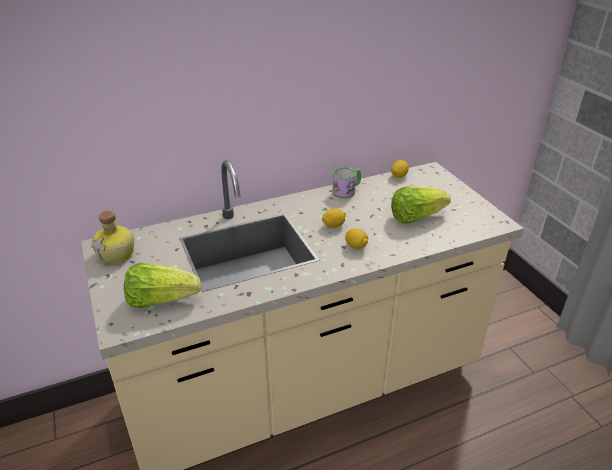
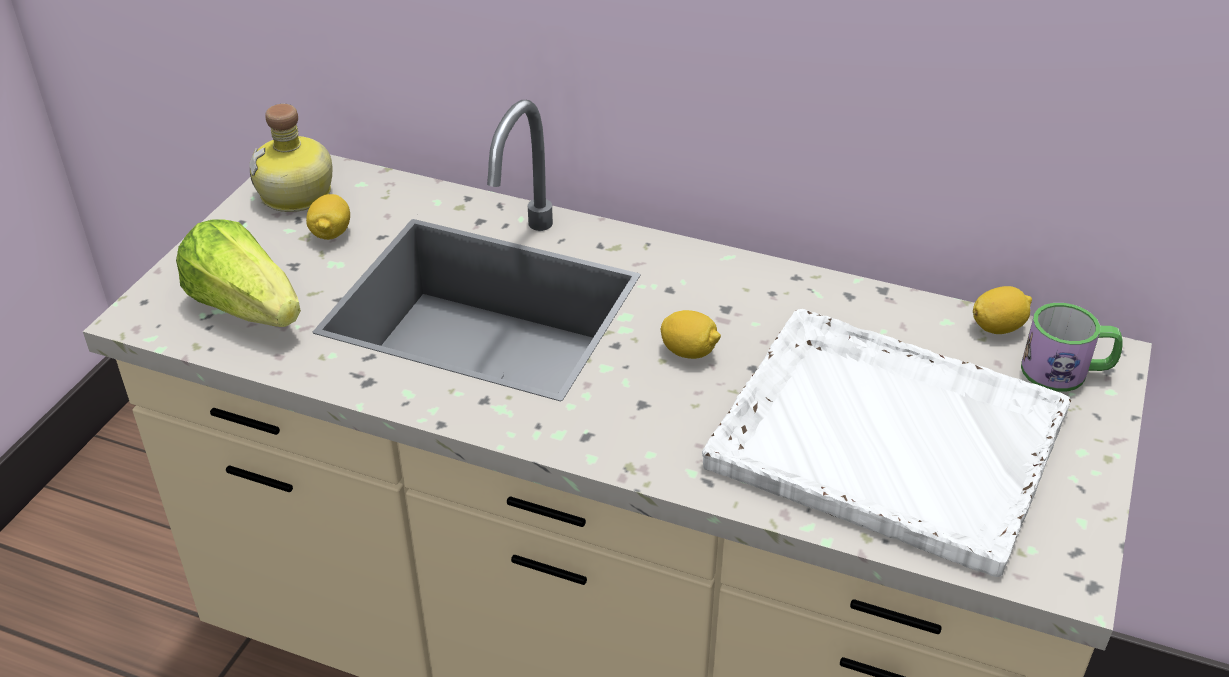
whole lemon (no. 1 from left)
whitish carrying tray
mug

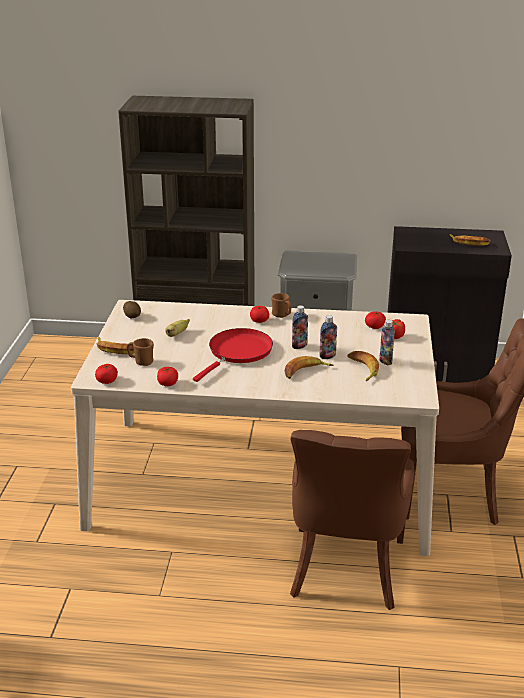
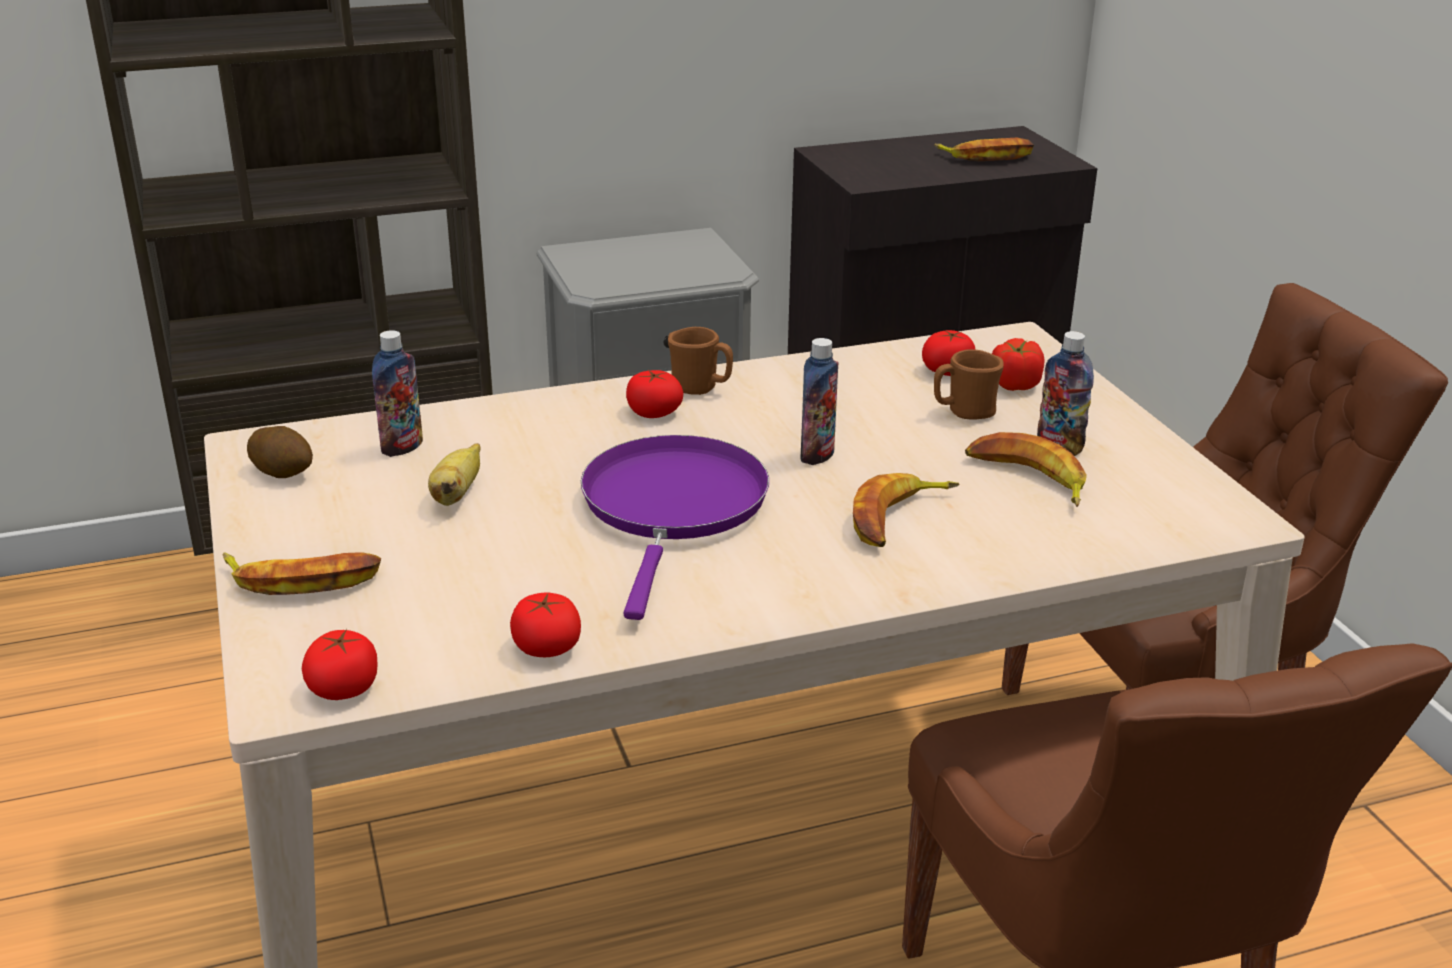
drink bottle (no. 1 from left)
purple-coloured frying pan
brown-coloured mug (no. 2 from left)

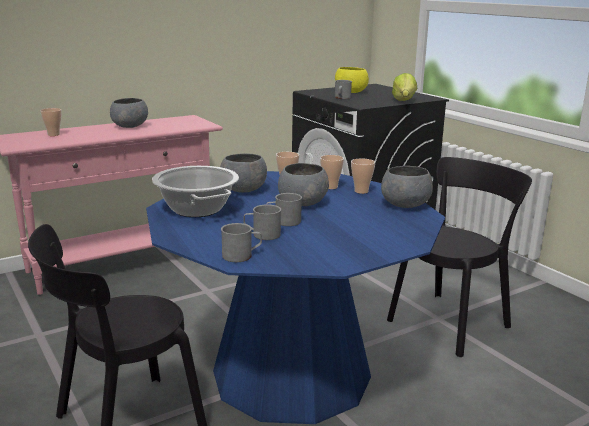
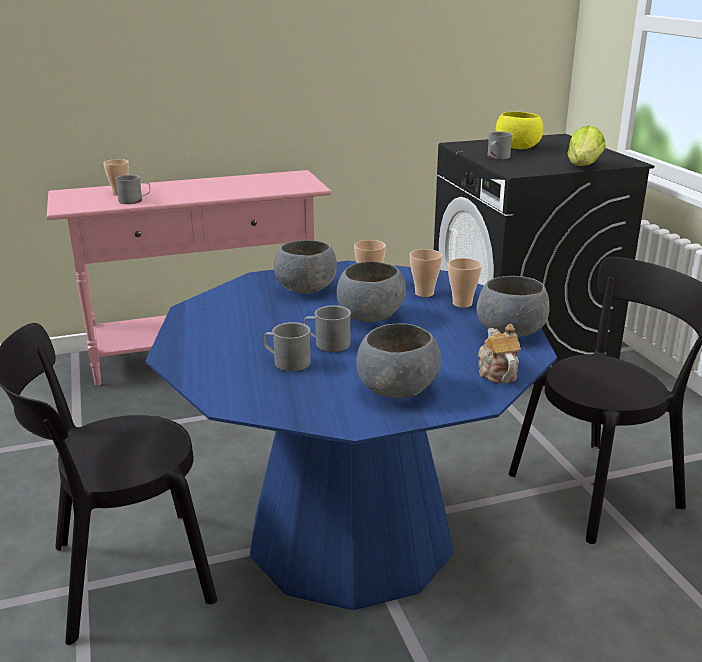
greyish mug (no. 1 from left)
greyish serving bowl (no. 3 from left)
pot for tea
saucepot

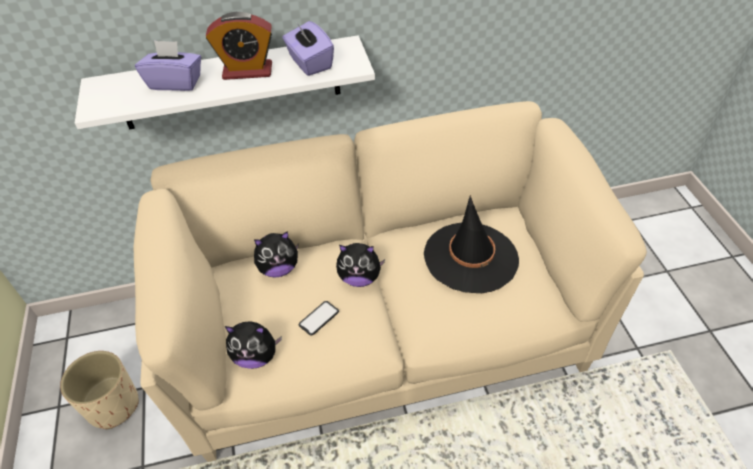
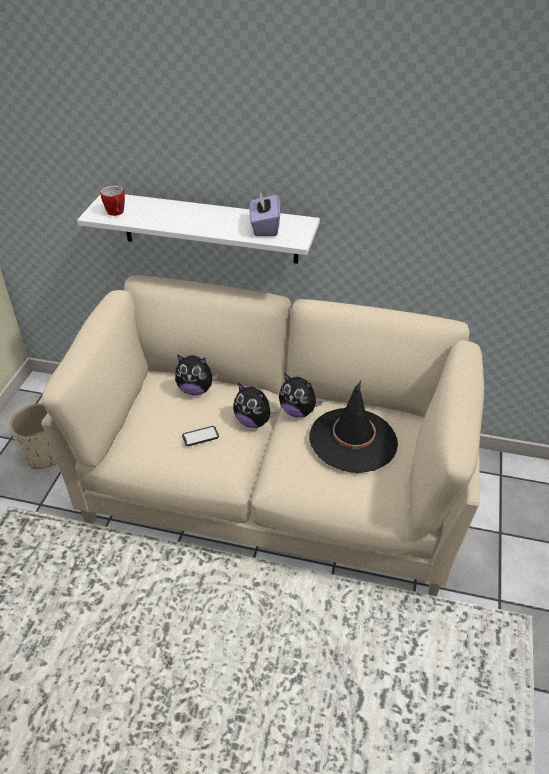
mug
cuddly toy (no. 3 from left)
purple-coloured tissue box (no. 1 from left in the first image)
table clock

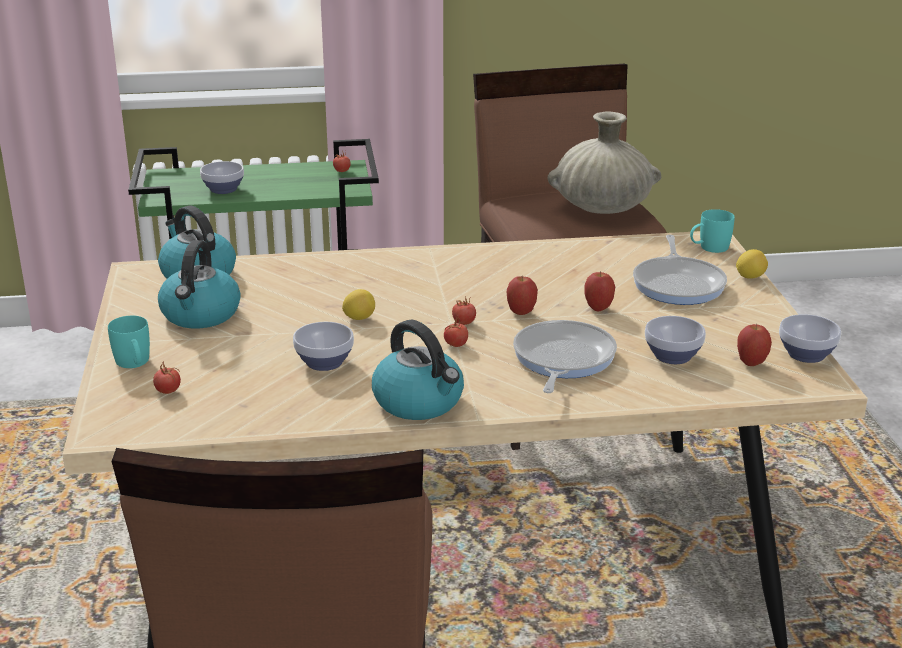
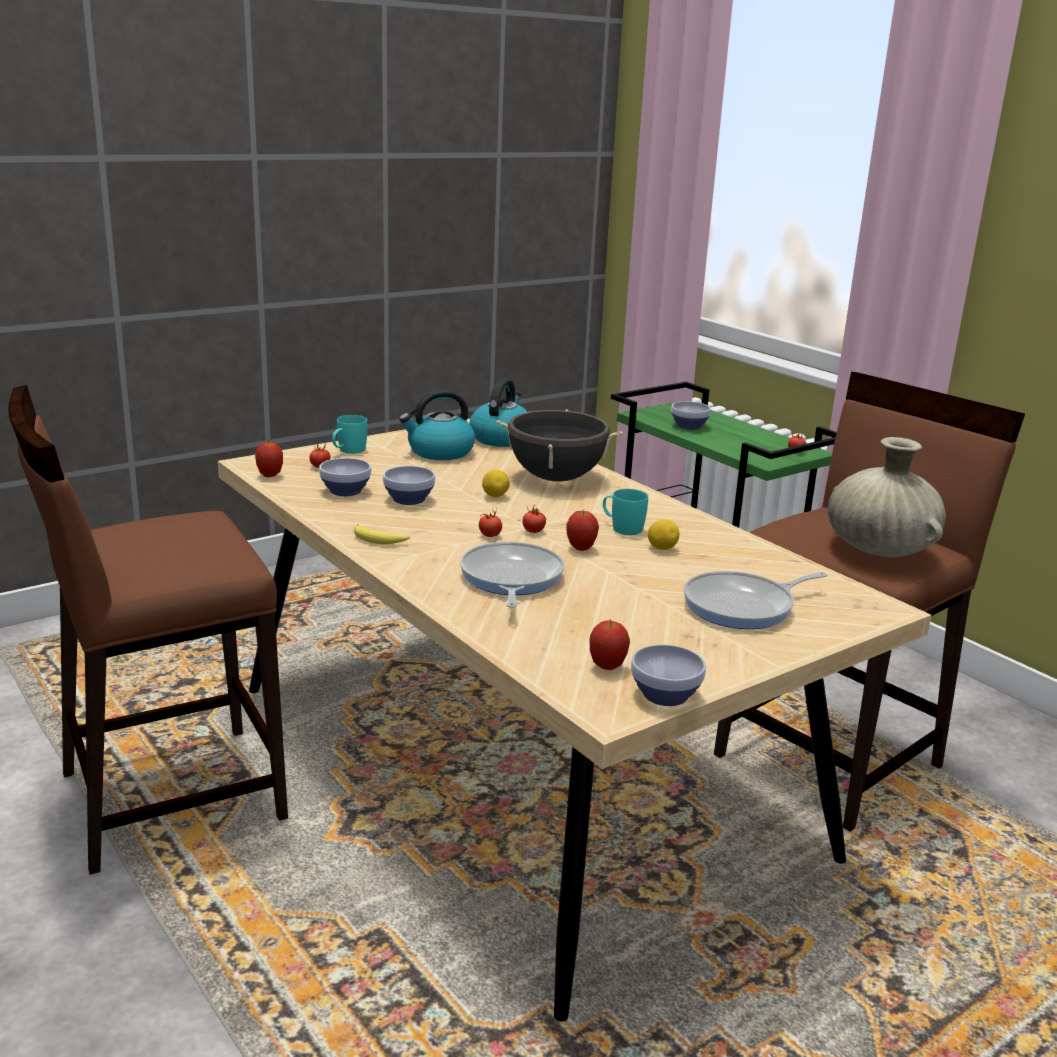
apple (no. 1 from left)
serving bowl (no. 1 from left)
banana
frying pan (no. 1 from left)
black saucepot
turquoise mug (no. 2 from left)
whole lemon (no. 2 from left)

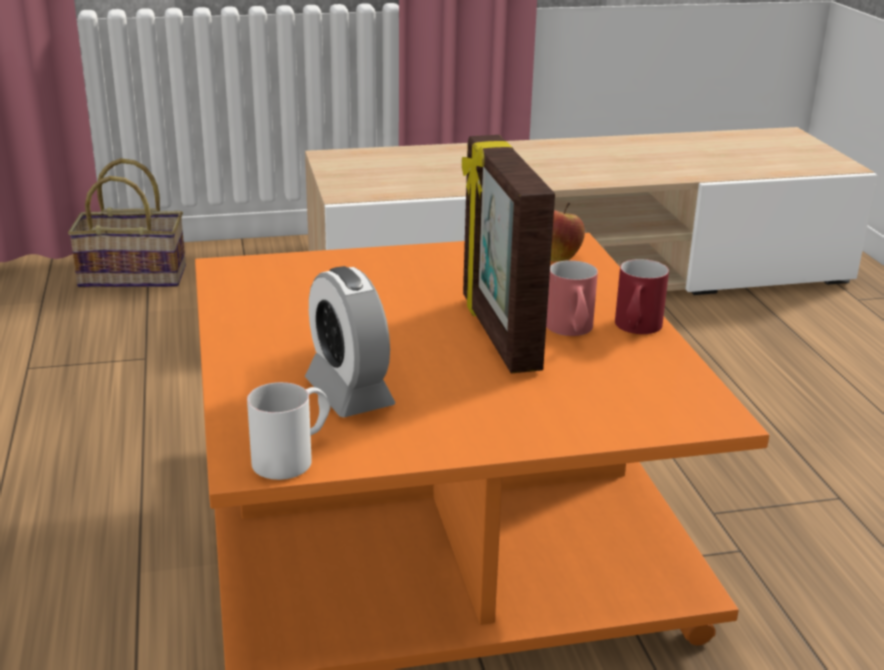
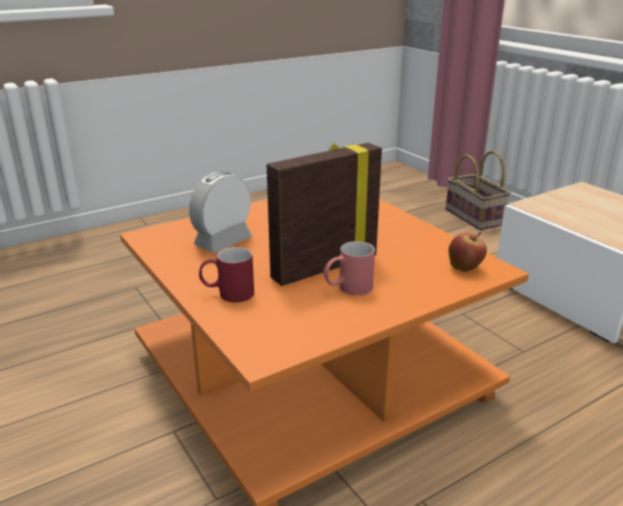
red mug (no. 1 from left)
whitish mug

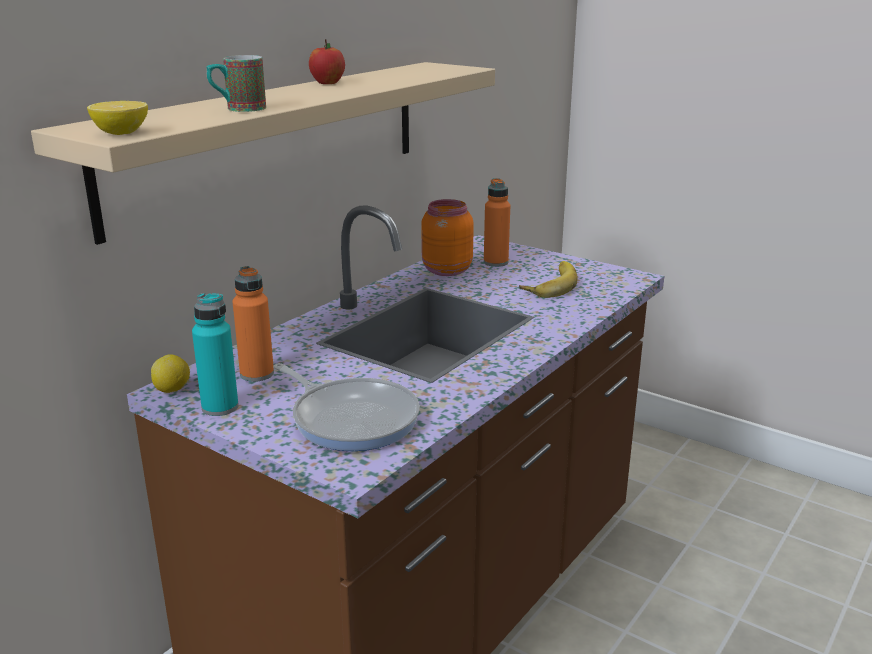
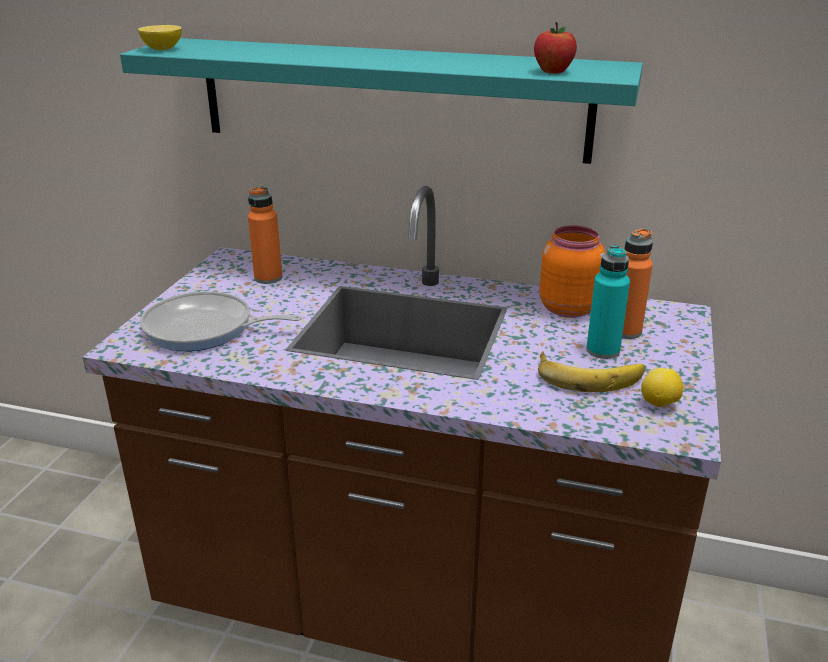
turquoise wall shelf
frying pan
apple
turquoise drink bottle
whole lemon (no. 2 from left)
mug

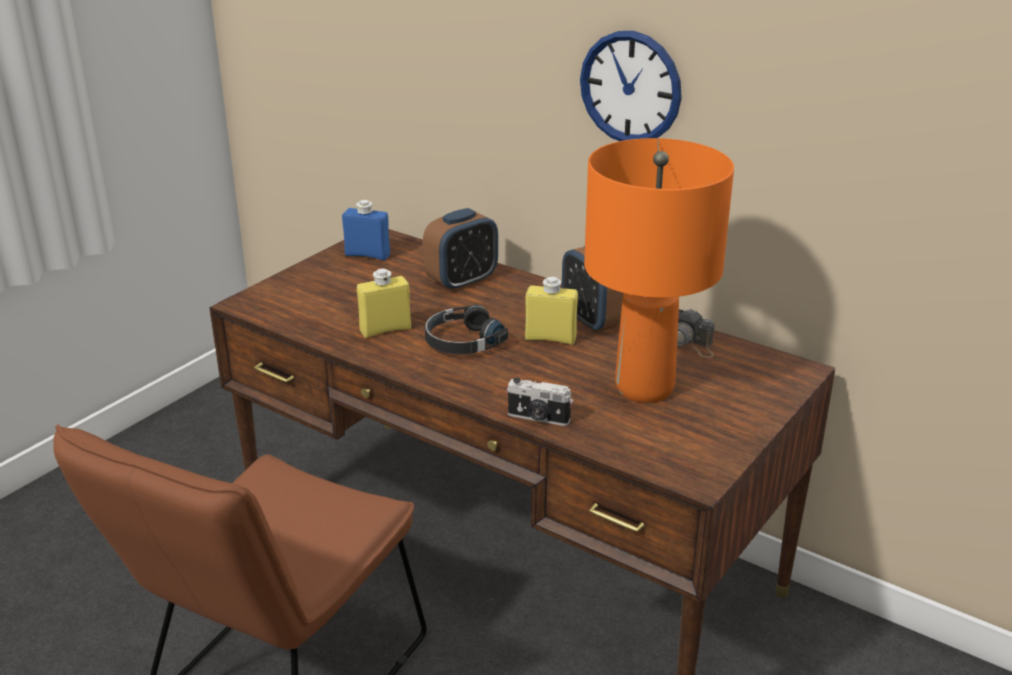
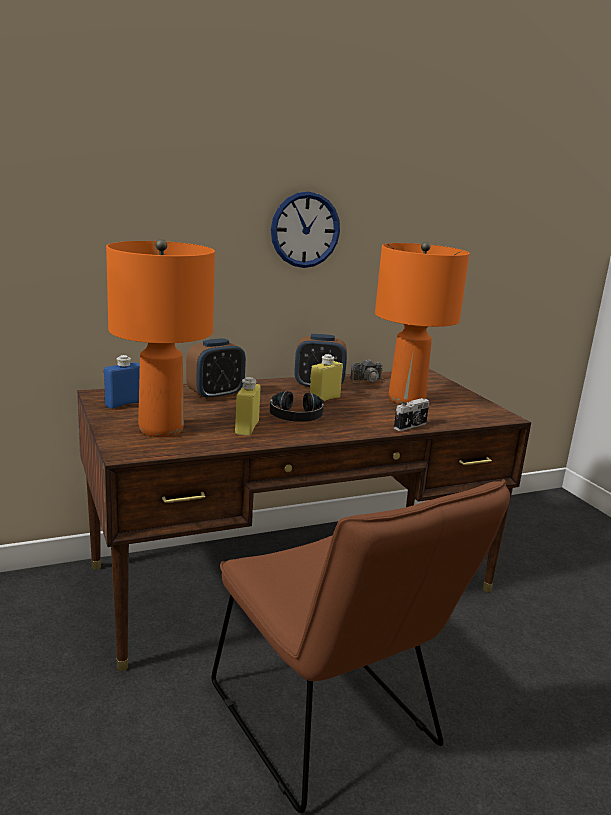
orange tabletop lamp (no. 1 from left)
table clock (no. 1 from left)

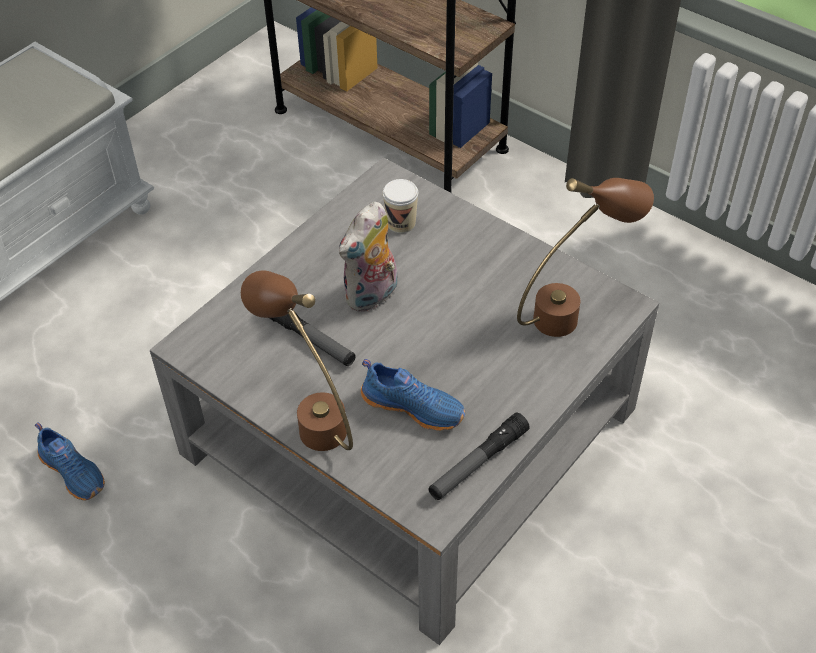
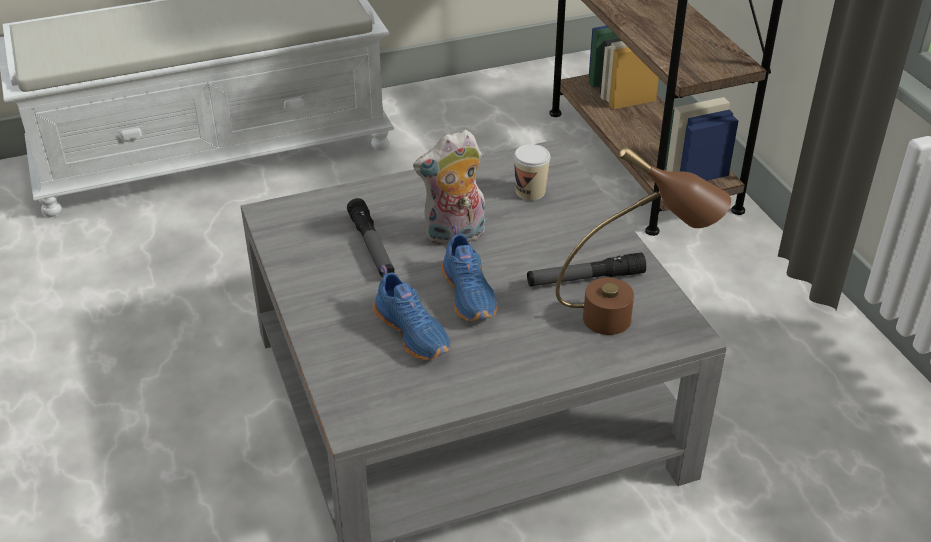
bluish item of footwear (no. 2 from left)
flashlight (no. 2 from left)
brown-coloured tabletop lamp (no. 1 from left in the first image)

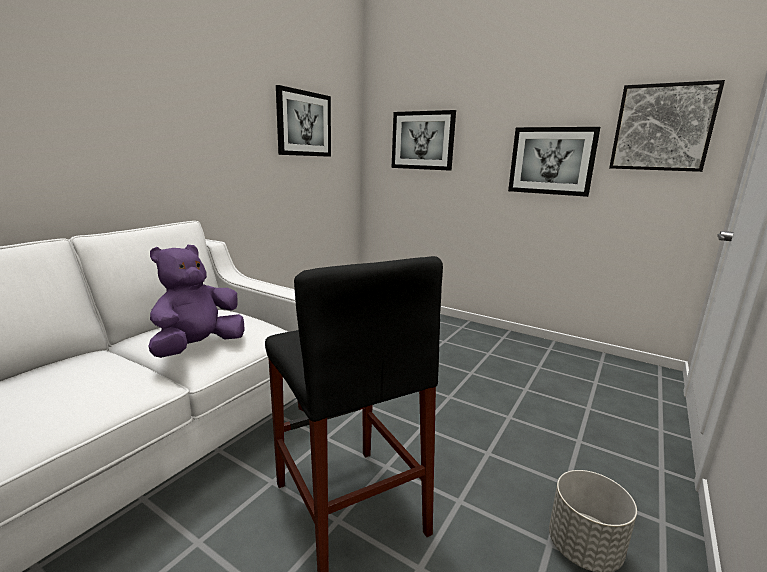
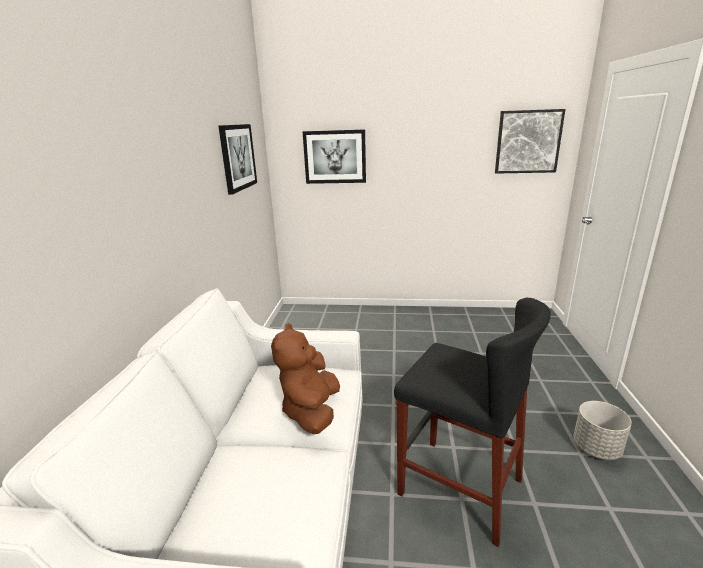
brown-coloured cuddly toy
wall art (no. 3 from left in the first image)

